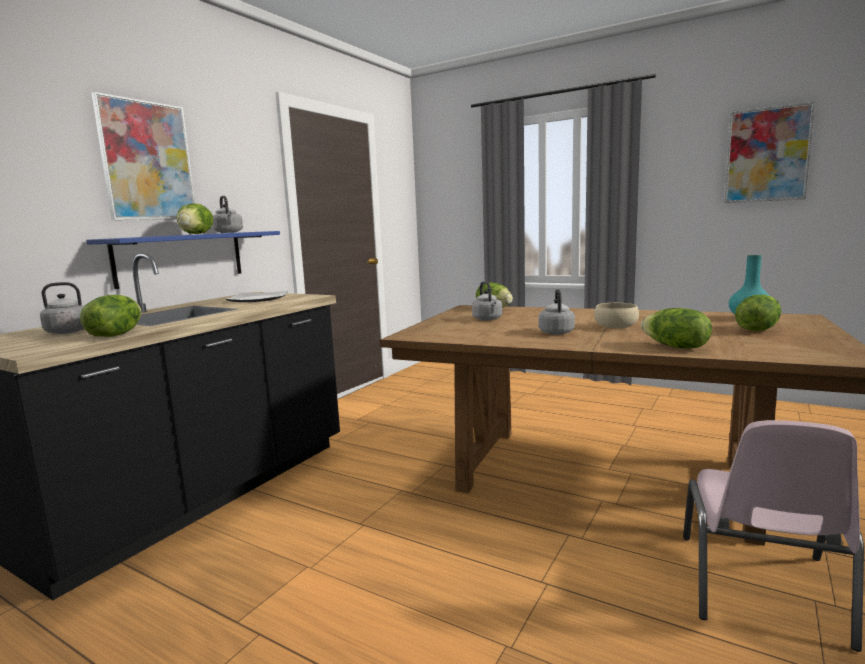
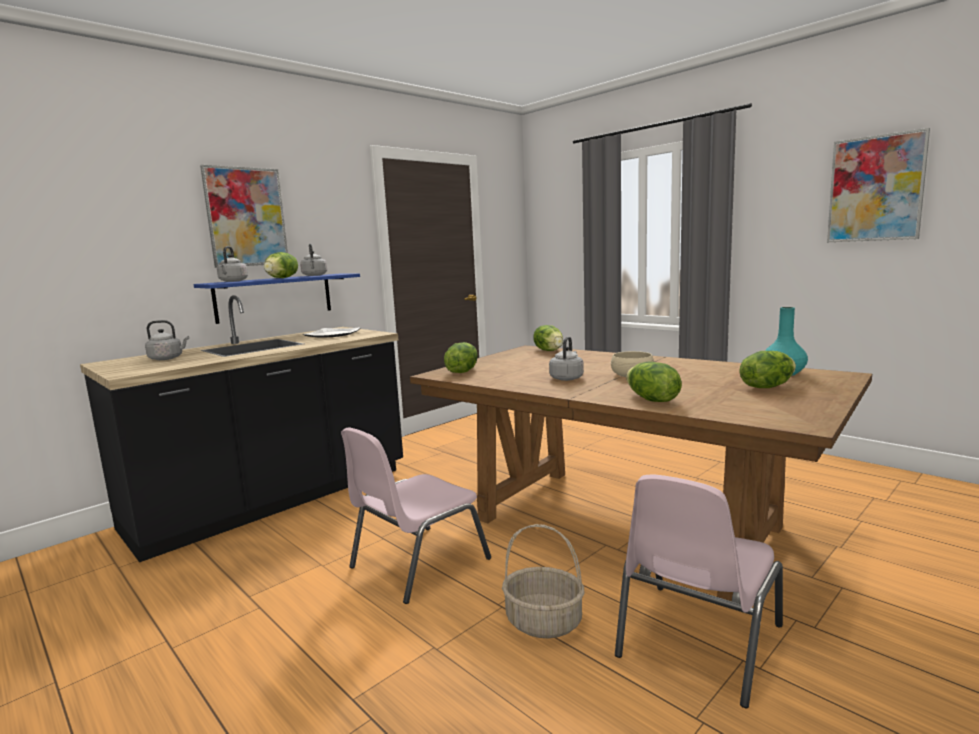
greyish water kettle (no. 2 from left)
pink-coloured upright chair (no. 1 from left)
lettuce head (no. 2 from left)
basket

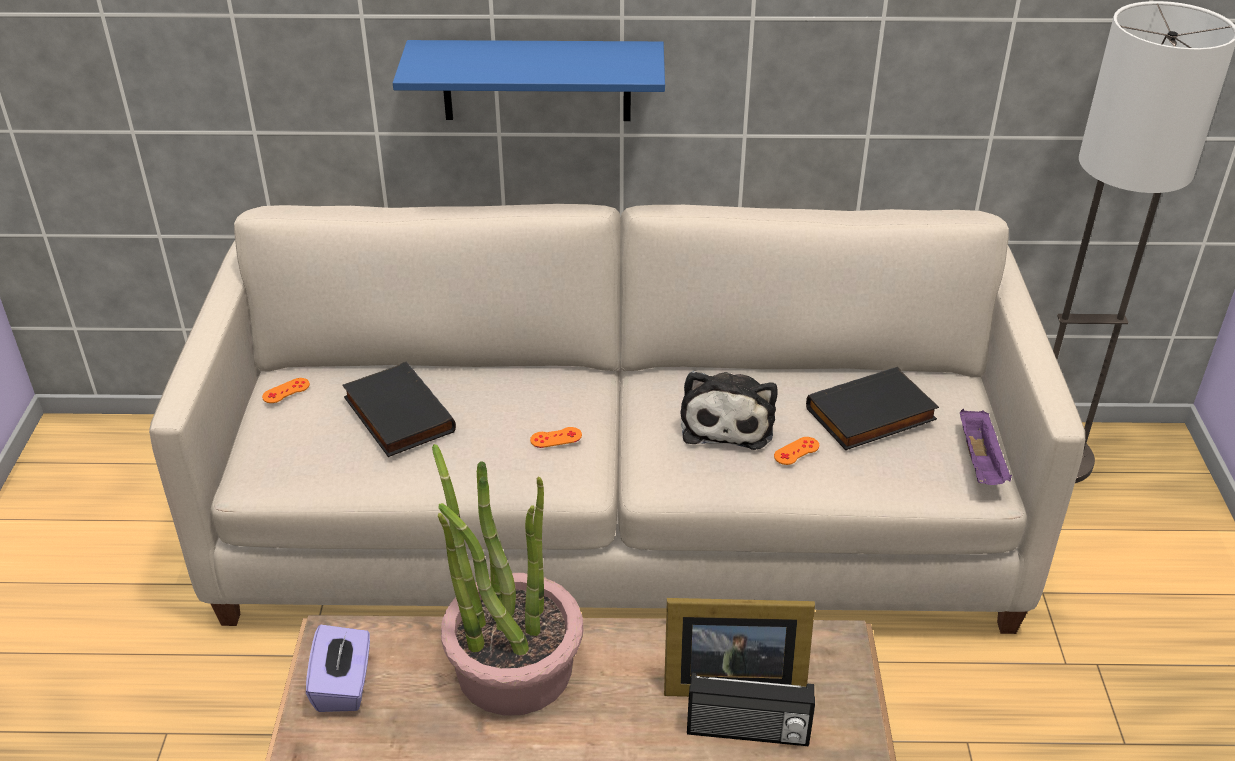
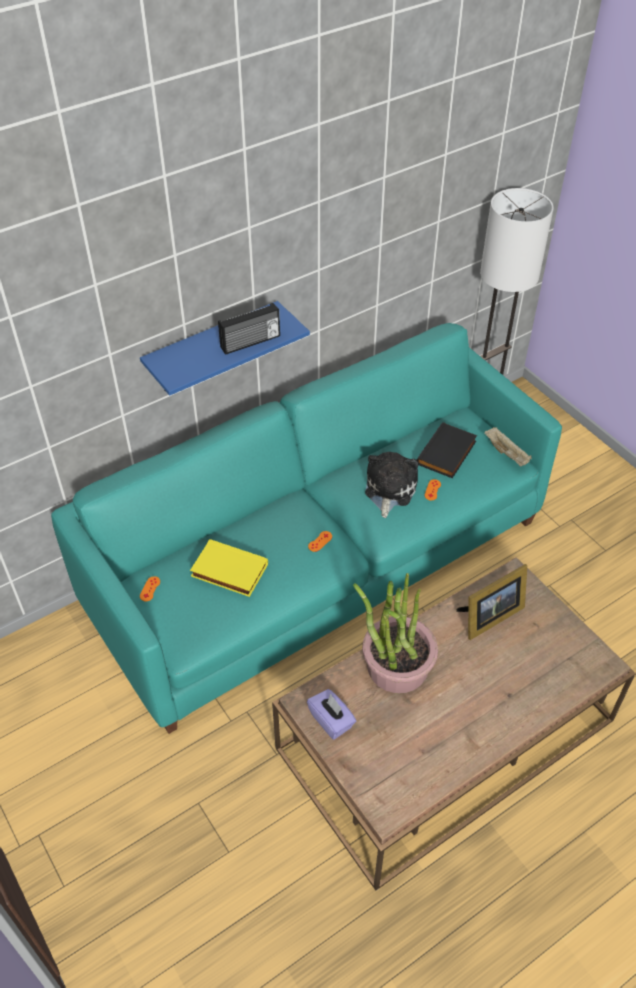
turquoise couch
yellowish bound book
radio
cuddly toy
beige carrying tray

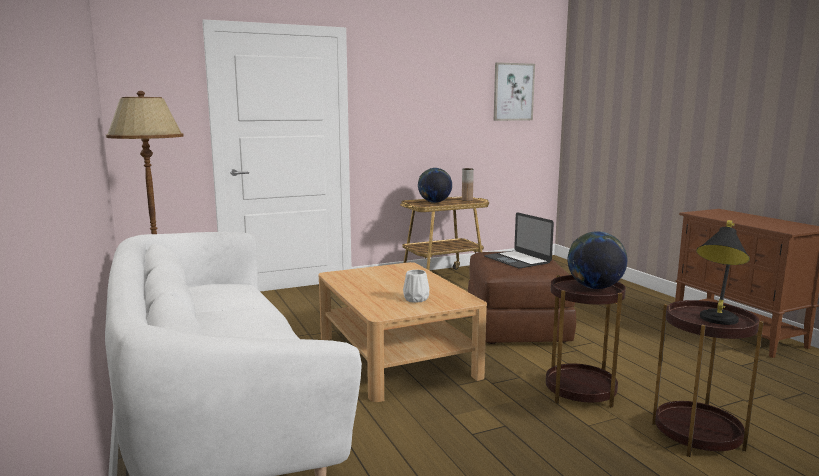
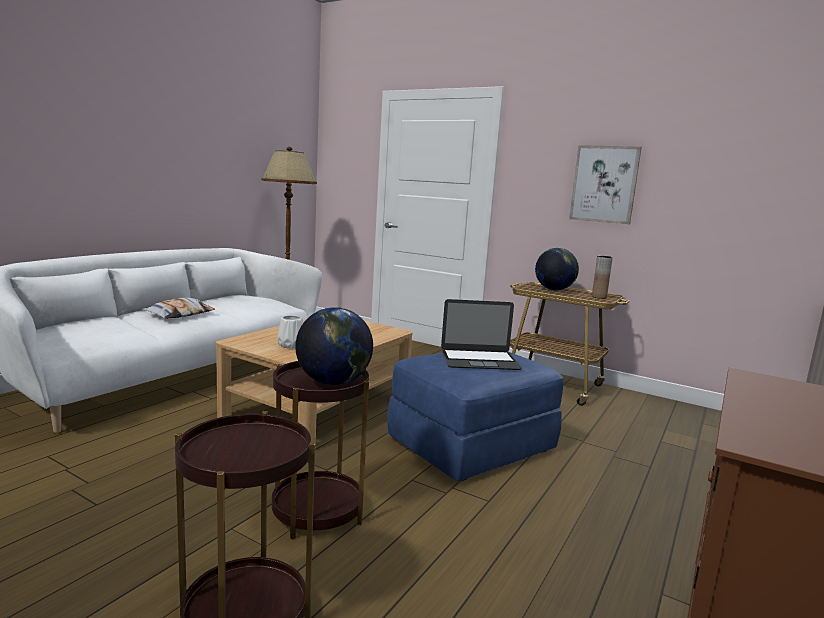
throw pillow
bluish footrest
laptop
wall art
black tabletop lamp

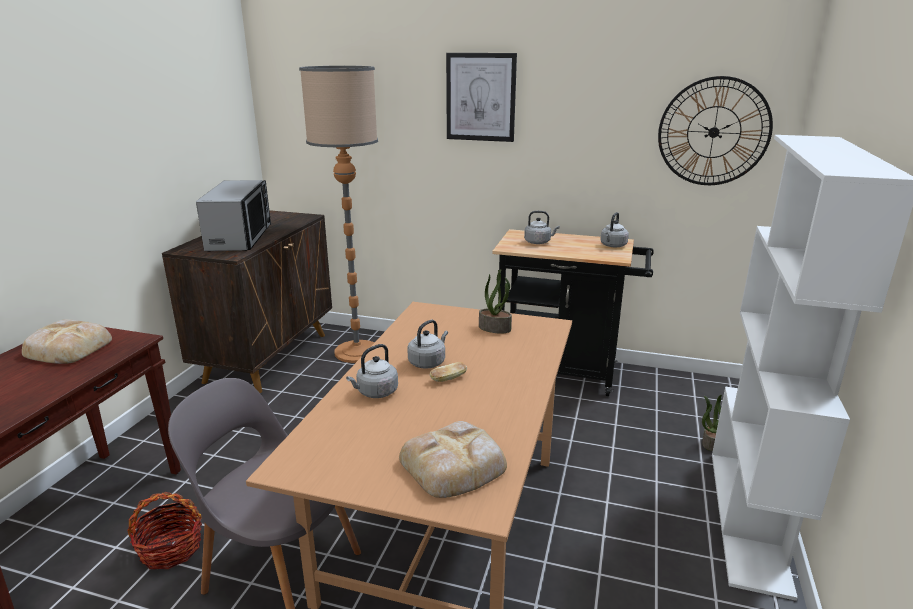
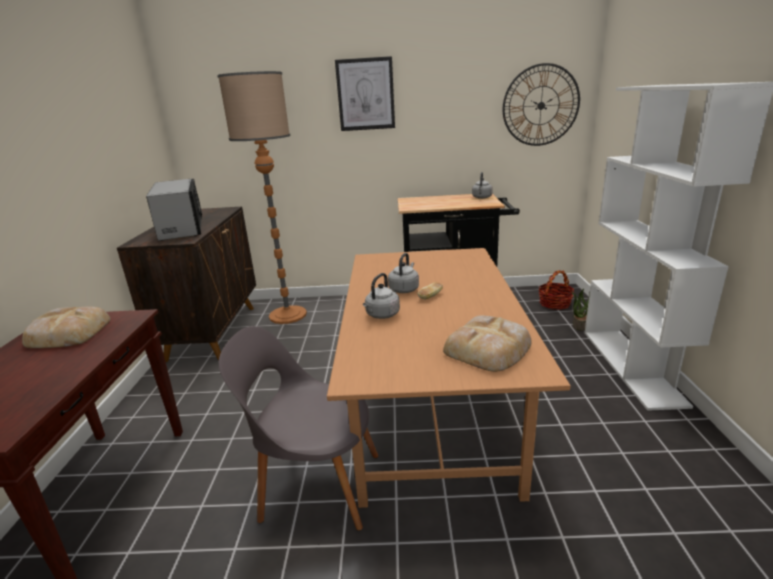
basket
potted plant (no. 1 from left in the first image)
greyish water kettle (no. 3 from left in the first image)

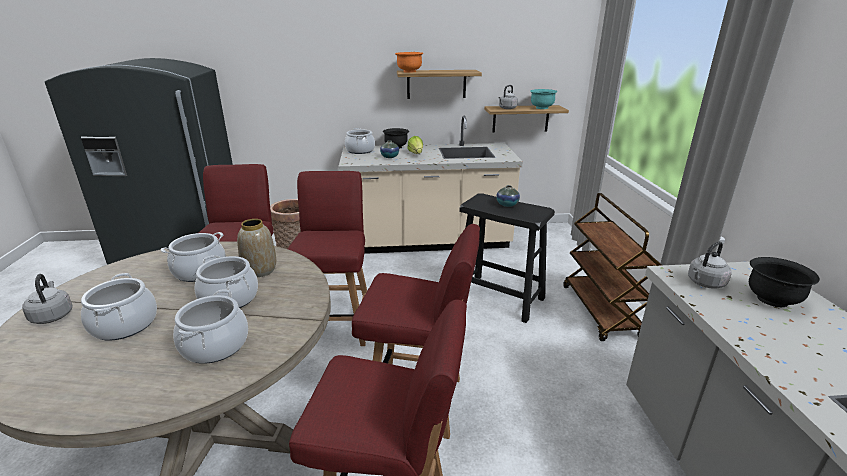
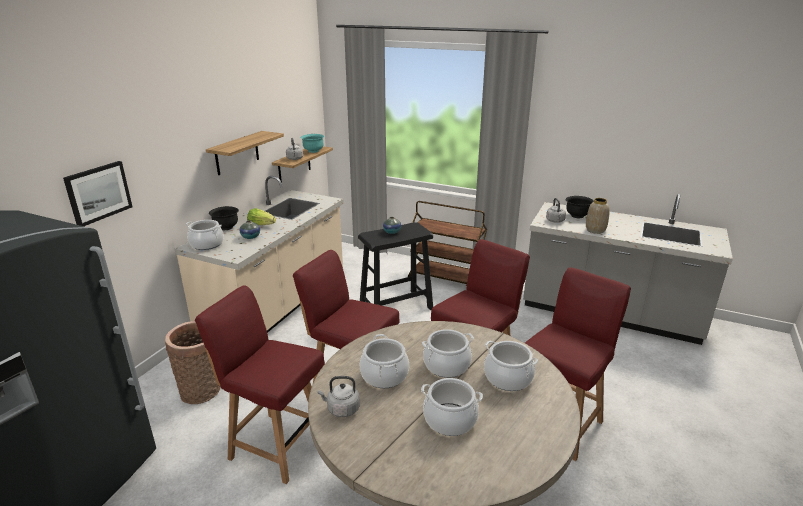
wall art
greyish water kettle (no. 2 from left)
vase (no. 3 from left)
orange serving bowl

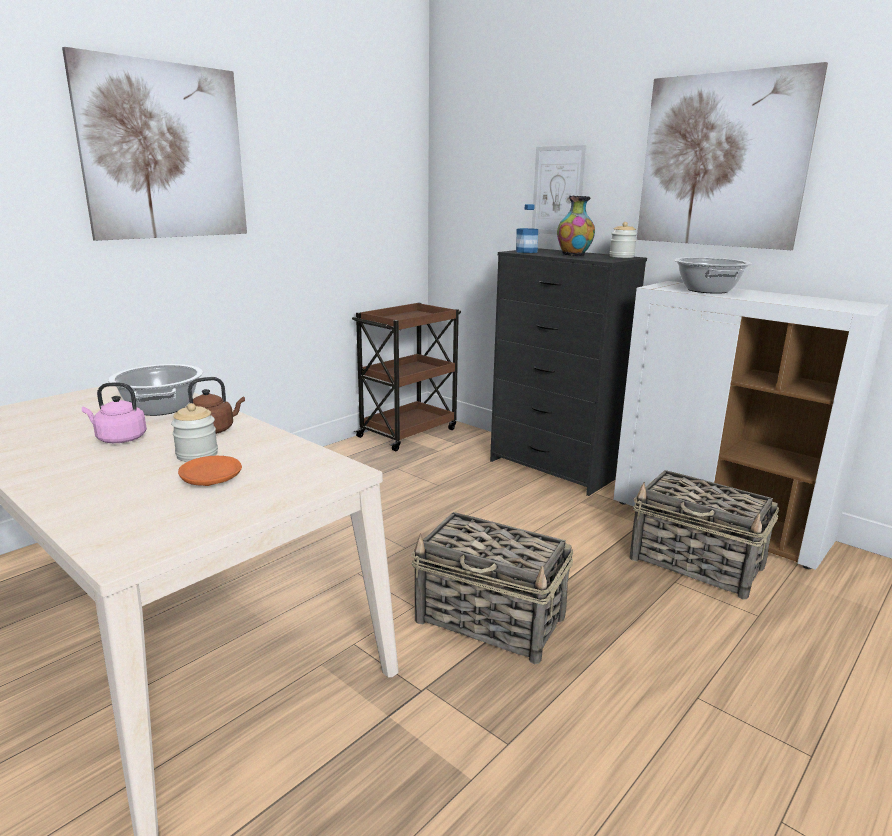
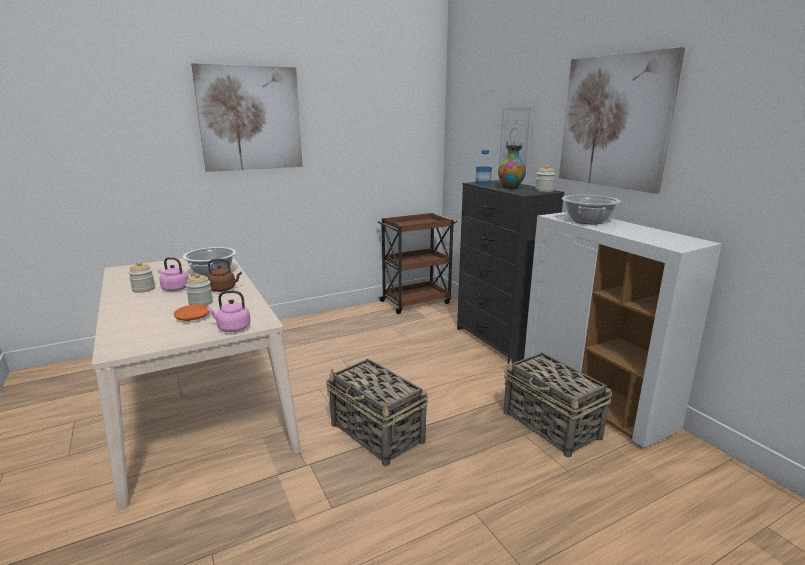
storage jar (no. 1 from left)
pink-coloured water kettle (no. 2 from left)

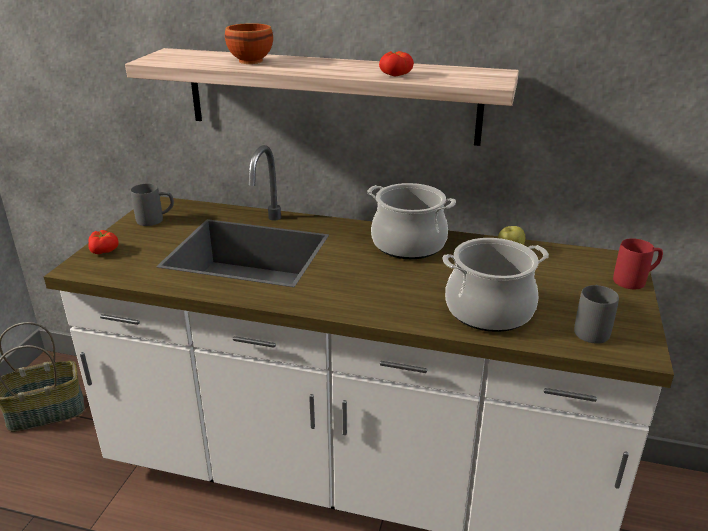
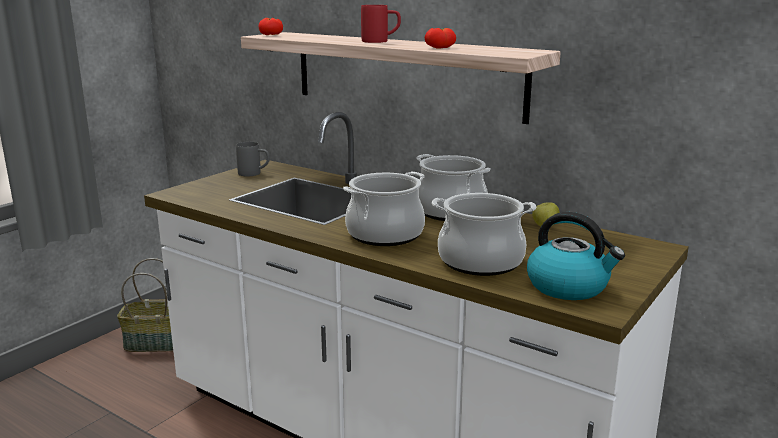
whole tomato (no. 1 from left)
saucepot (no. 1 from left)
red mug
water kettle
brown-coloured serving bowl

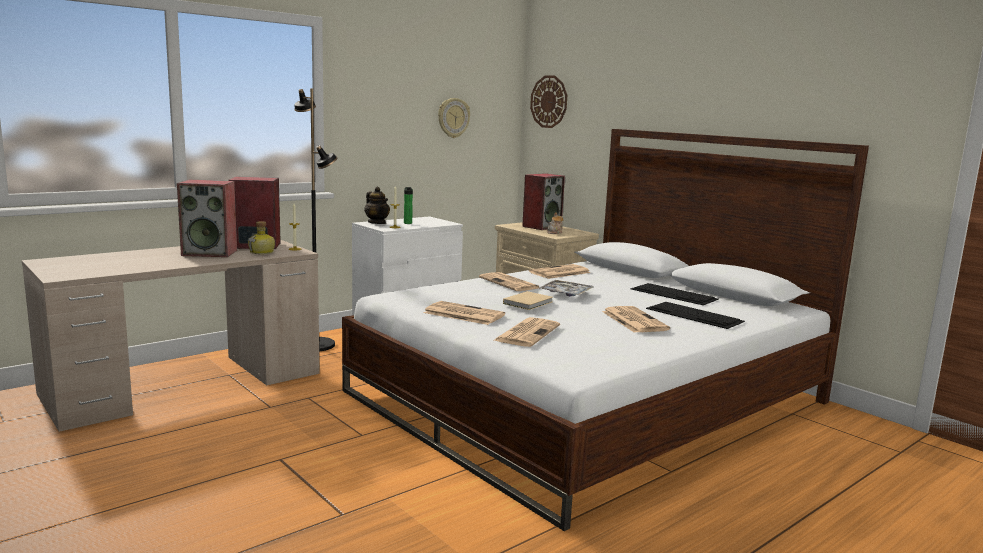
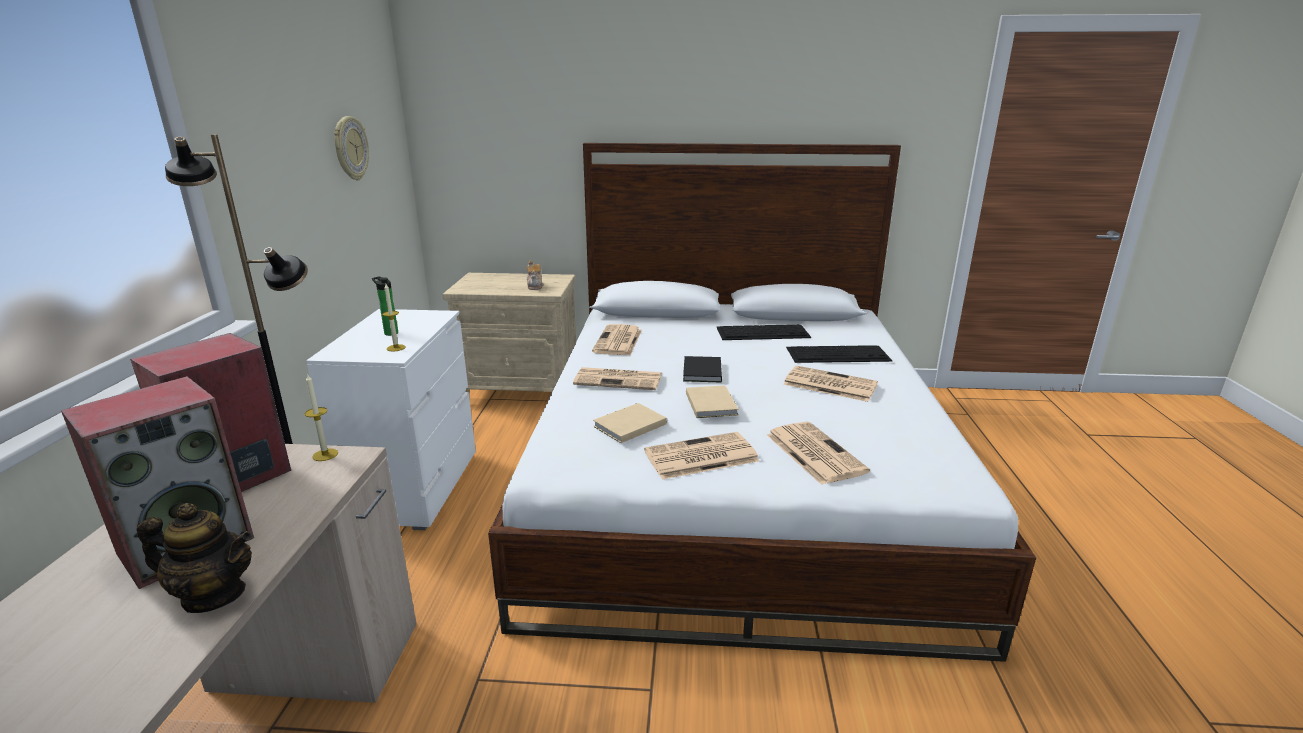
pot for tea (no. 1 from left)
beige bound book (no. 1 from left)
black bound book
drink bottle (no. 1 from left in the first image)
audio speaker (no. 3 from left in the first image)
hanging clock (no. 2 from left in the first image)

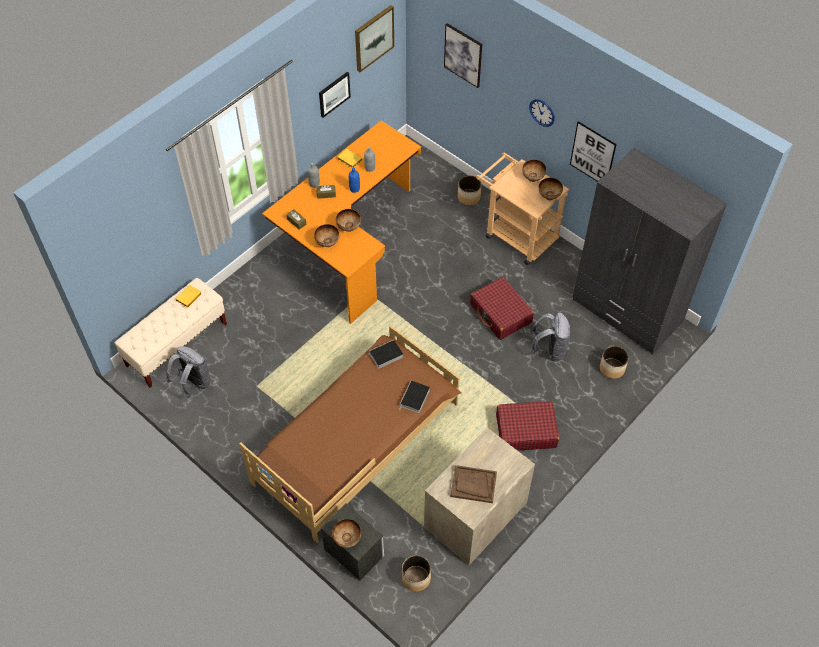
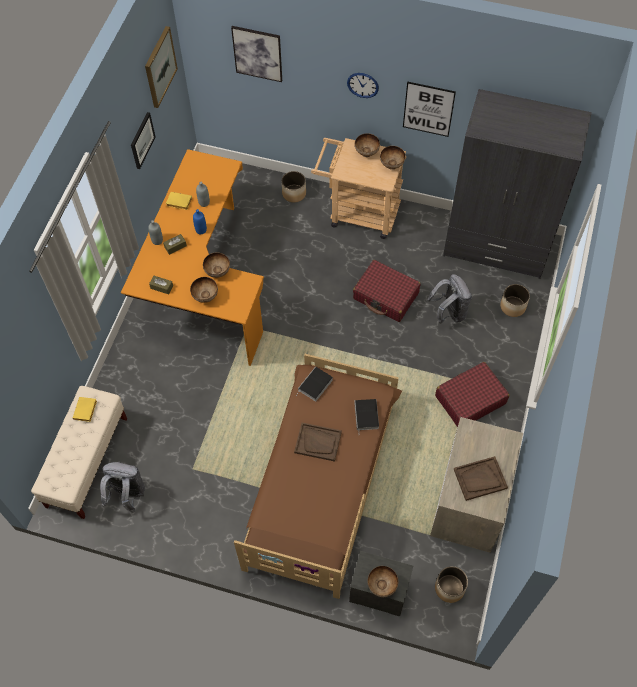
brown-coloured carrying tray (no. 1 from left)

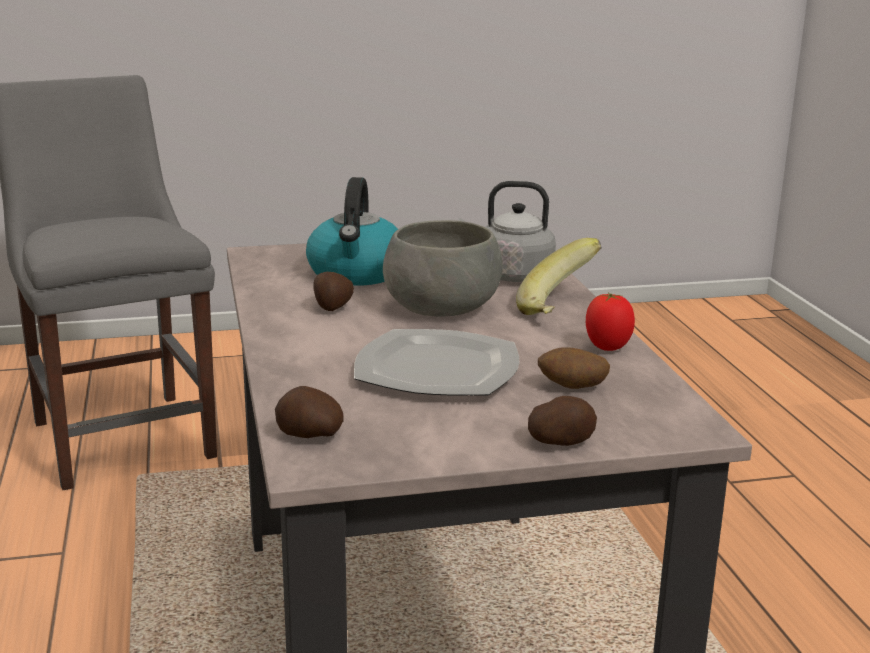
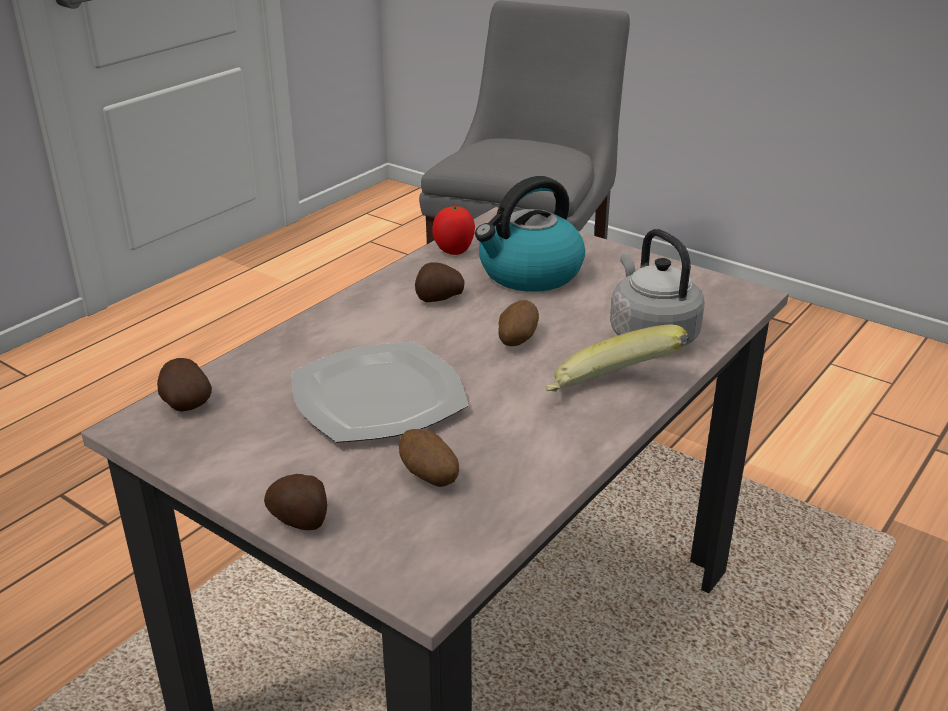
whole tomato
spud (no. 5 from left)

